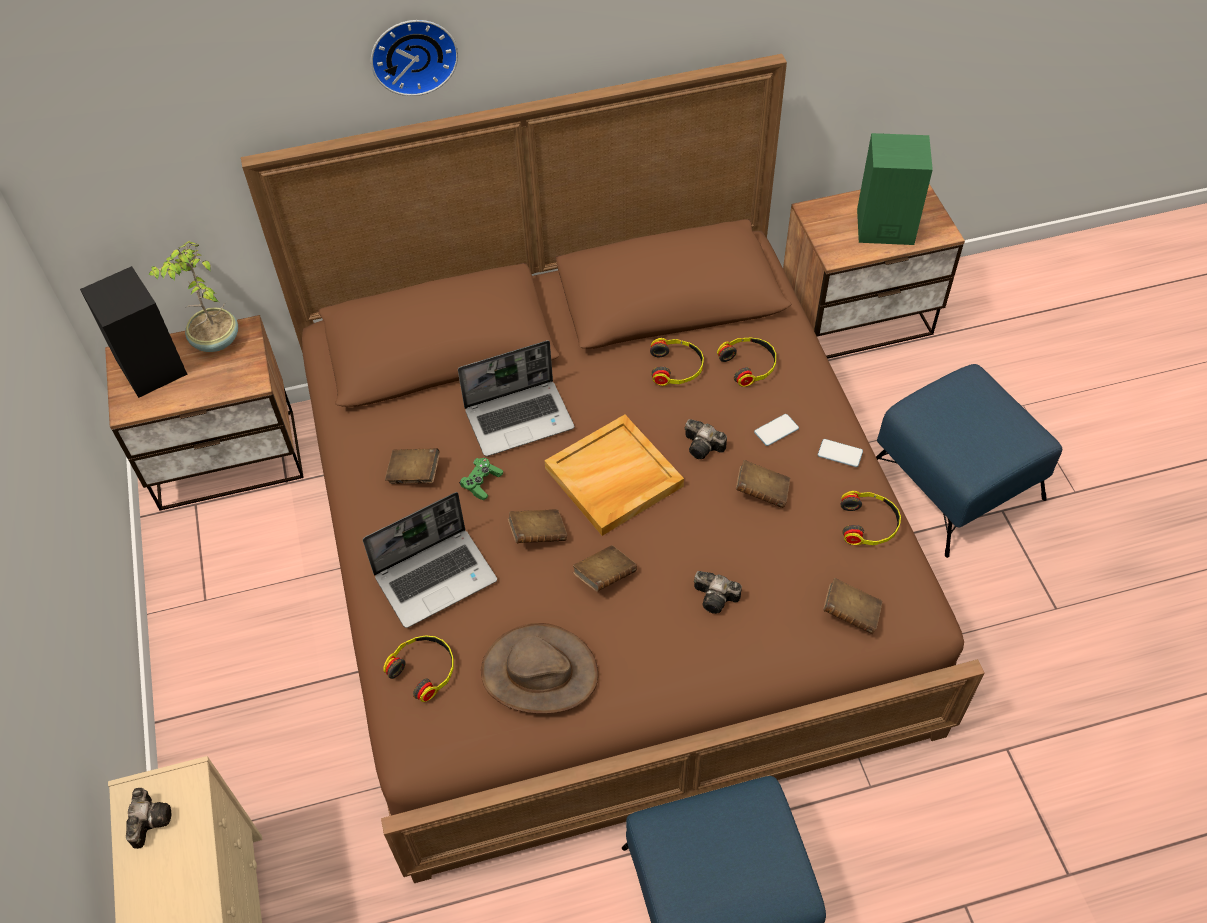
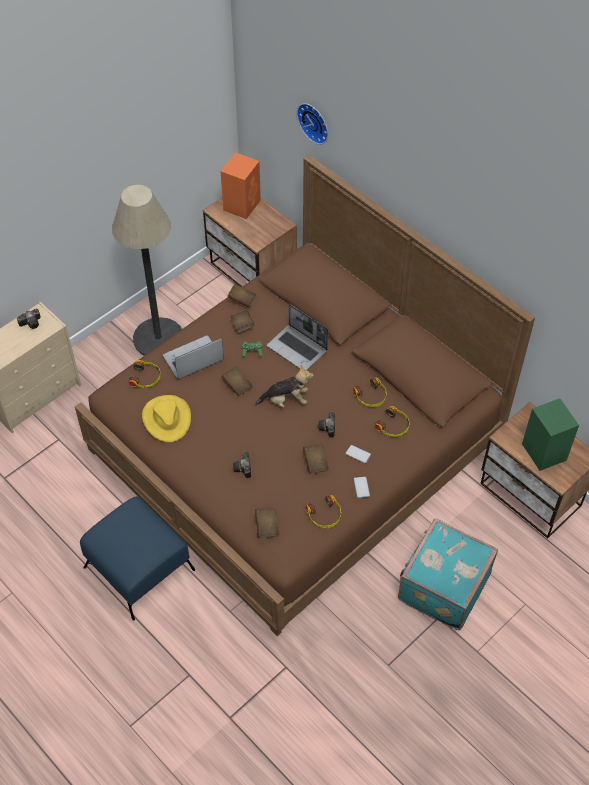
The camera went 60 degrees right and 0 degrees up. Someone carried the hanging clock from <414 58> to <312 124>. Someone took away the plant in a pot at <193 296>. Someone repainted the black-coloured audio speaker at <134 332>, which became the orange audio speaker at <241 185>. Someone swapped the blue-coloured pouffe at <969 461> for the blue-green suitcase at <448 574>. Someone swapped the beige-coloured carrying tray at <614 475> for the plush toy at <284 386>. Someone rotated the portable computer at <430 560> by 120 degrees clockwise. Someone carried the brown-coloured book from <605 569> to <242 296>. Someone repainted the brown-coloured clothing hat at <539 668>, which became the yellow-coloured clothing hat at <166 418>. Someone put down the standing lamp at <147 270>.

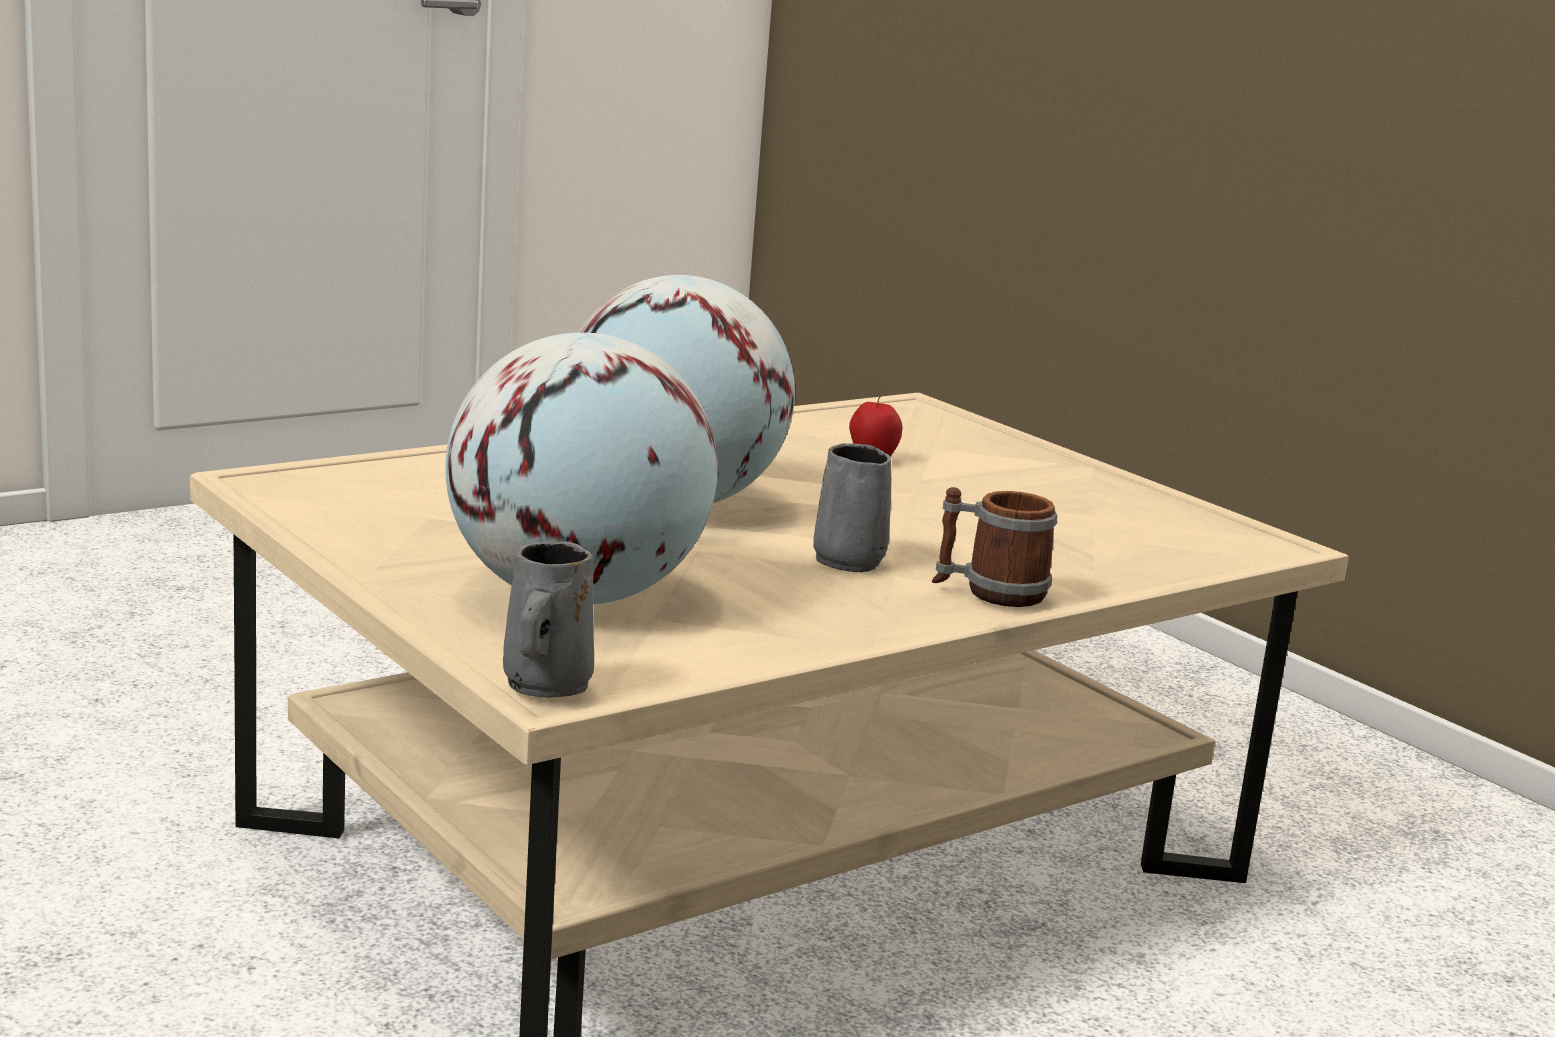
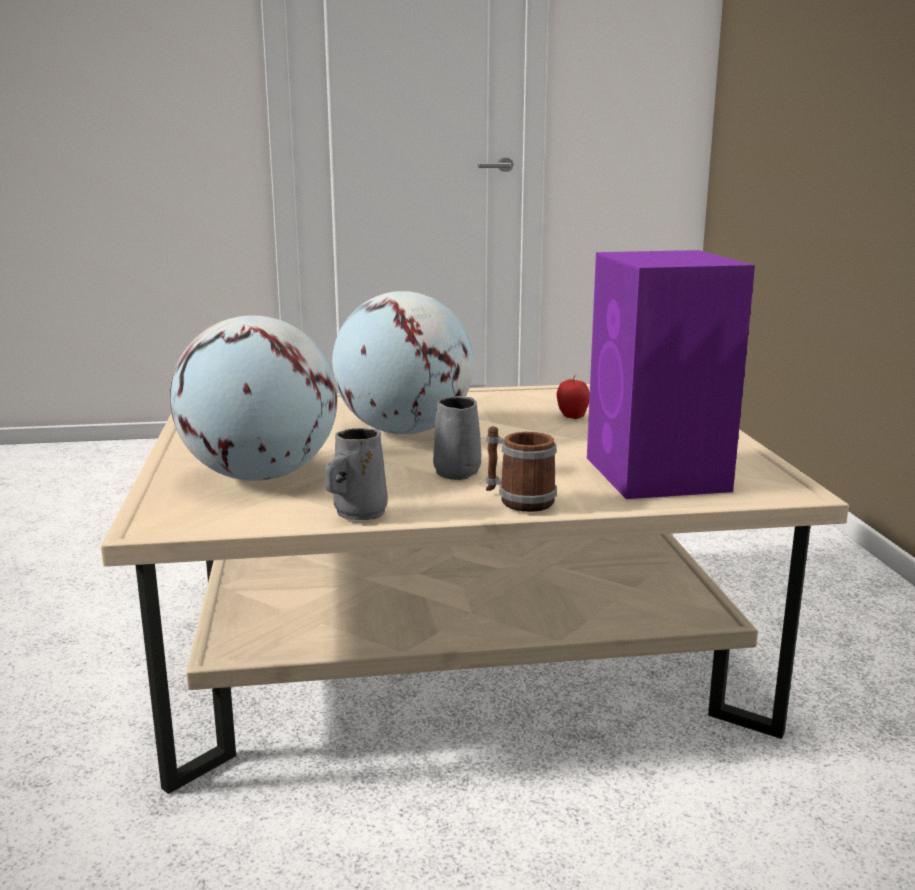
The camera went 30 degrees right and 0 degrees up. Someone carried the grey mug from <548 620> to <356 474>. Someone put down the purplish audio speaker at <671 374>.

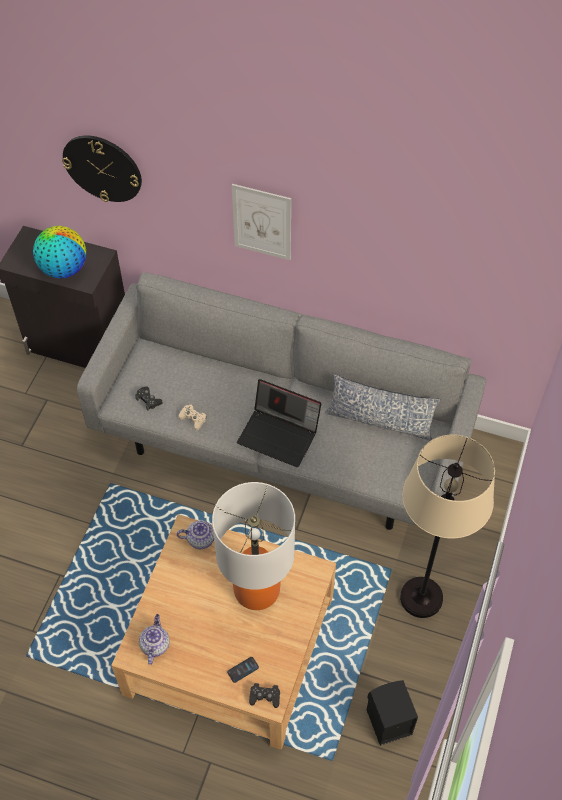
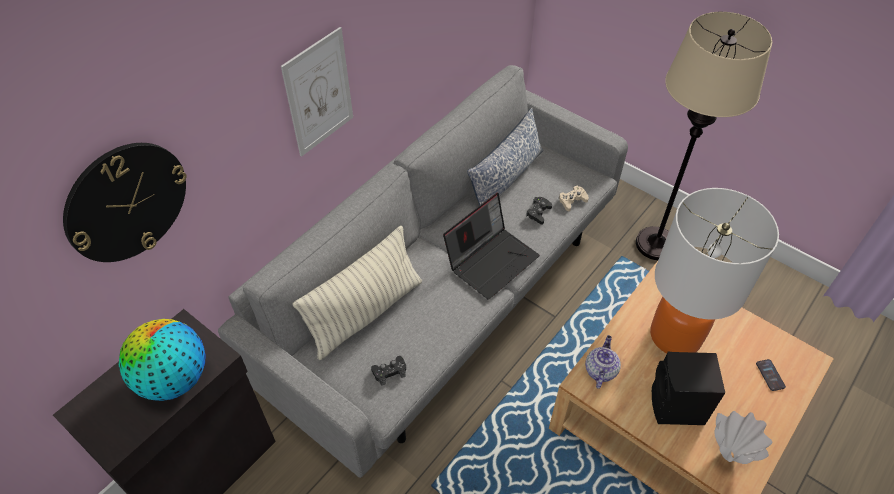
The camera went 70 degrees left and 5 degrees down. Someone carried the beige-coloured gamepad from <193 417> to <574 198>. Someone swapped the pot for tea at <154 639> for the white flower vase at <743 437>. Someone carried the black-coloured audio speaker from <392 713> to <688 388>. Someone carried the black-coloured gamepad from <264 695> to <539 210>. Someone put down the throw pillow at <357 293>.

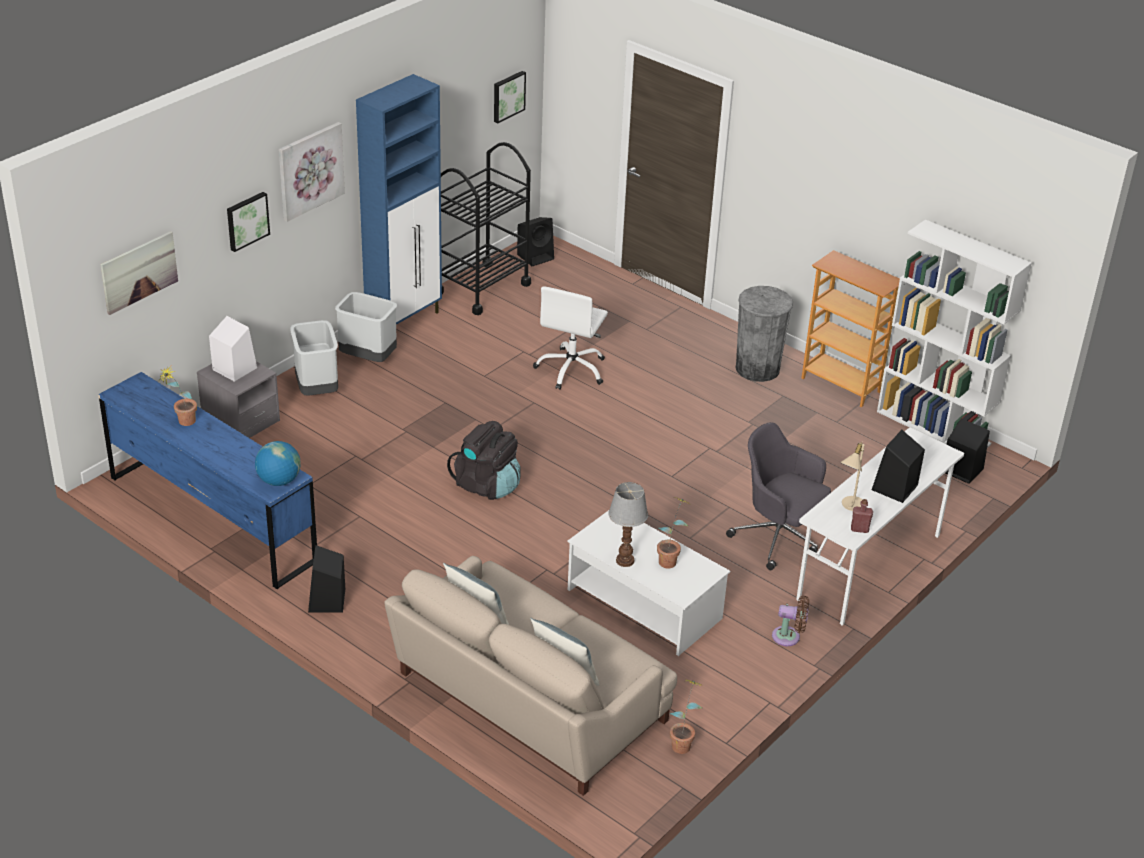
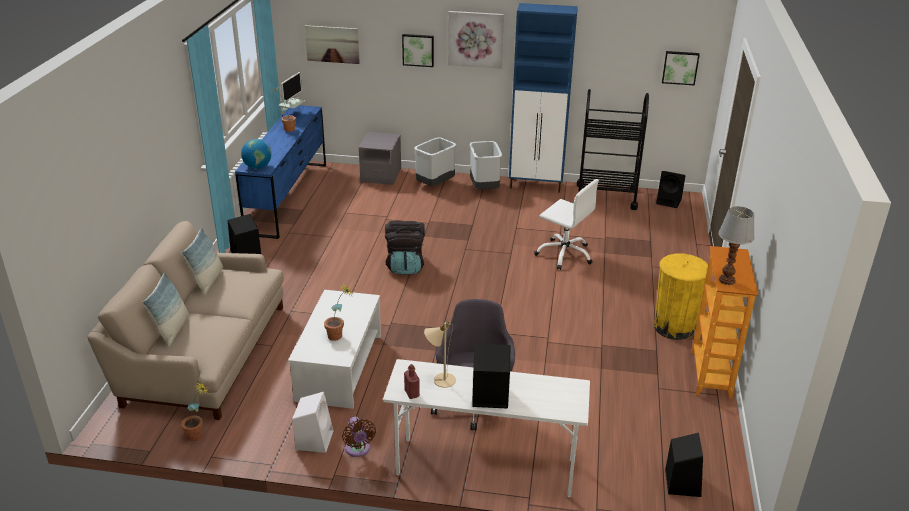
The camera went 60 degrees right and 5 degrees down. Someone took away the white shelving unit at <954 333>. Someone rotated the white office chair at <570 338> by 135 degrees counterclockwise. Someone repainted the grey rubbish bin at <764 334>, which became the yellow-coloured rubbish bin at <681 296>. Someone carried the white audio speaker from <233 349> to <312 422>. Someone carried the table lamp from <628 524> to <736 245>. Someone put down the computer display at <291 91>.

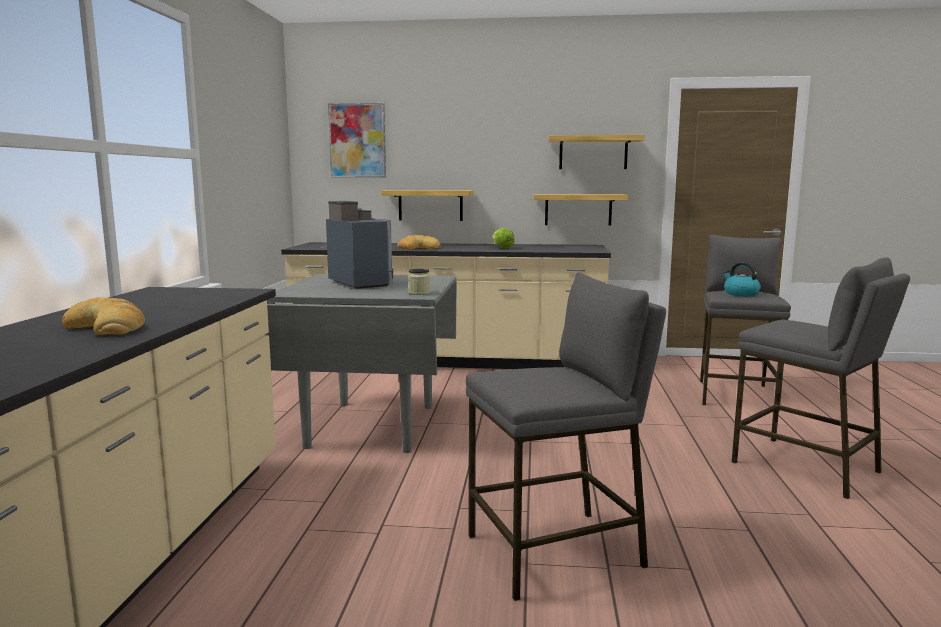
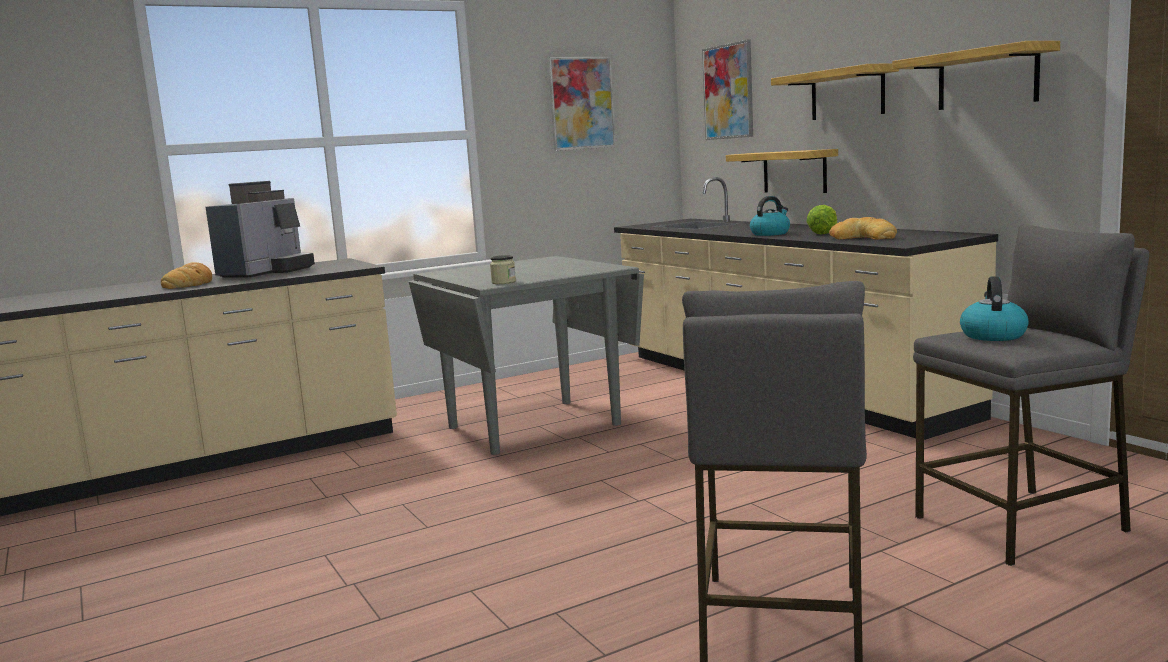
The camera went 55 degrees right and 0 degrees up. Someone carried the shelf from <581 210> to <835 91>. Someone carried the coffee brewer from <359 245> to <260 229>. Someone carried the baked bread from <419 242> to <863 228>. Someone took away the grey sitting stool at <566 436>. Someone put up the wall art at <582 104>. Someone put down the kettle at <770 216>.

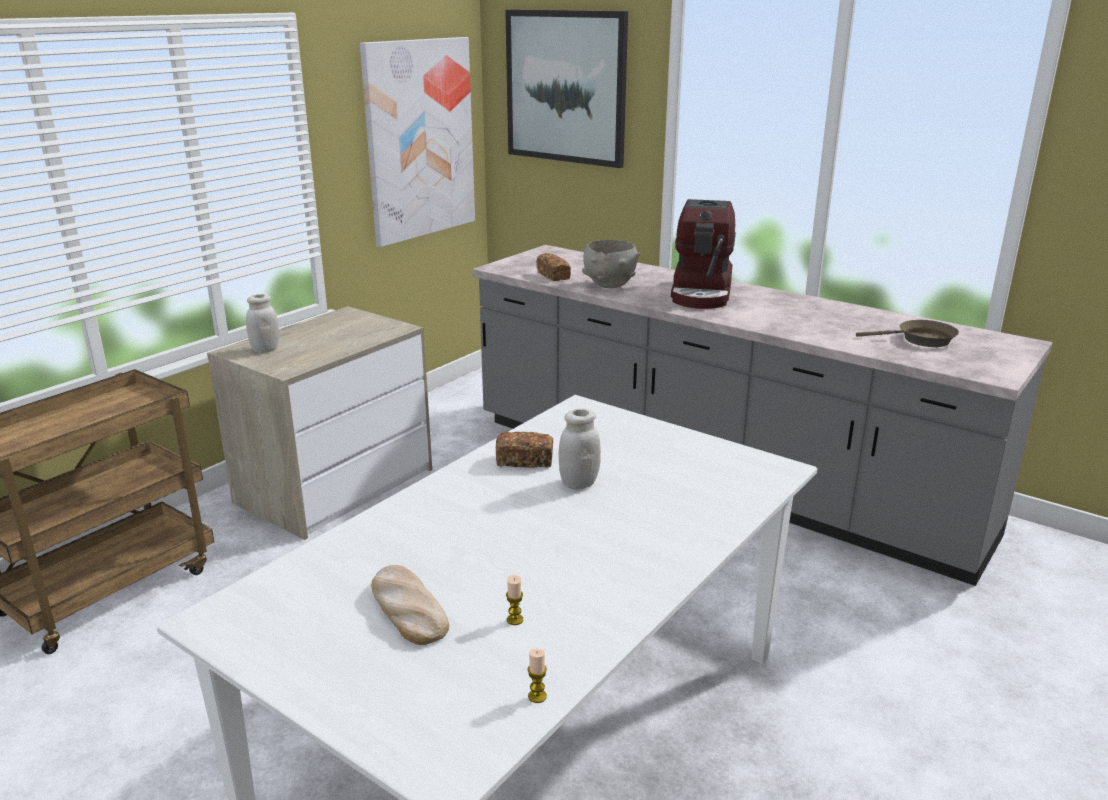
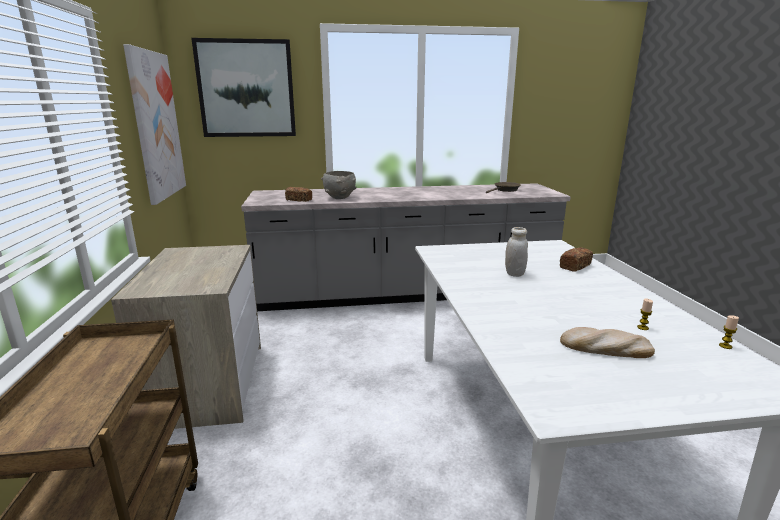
The camera went 45 degrees left and 5 degrees down. Someone took away the coffee brewer at <703 254>. Someone took away the white storage jar at <262 323>. Someone carried the baked bread from <524 450> to <576 259>.

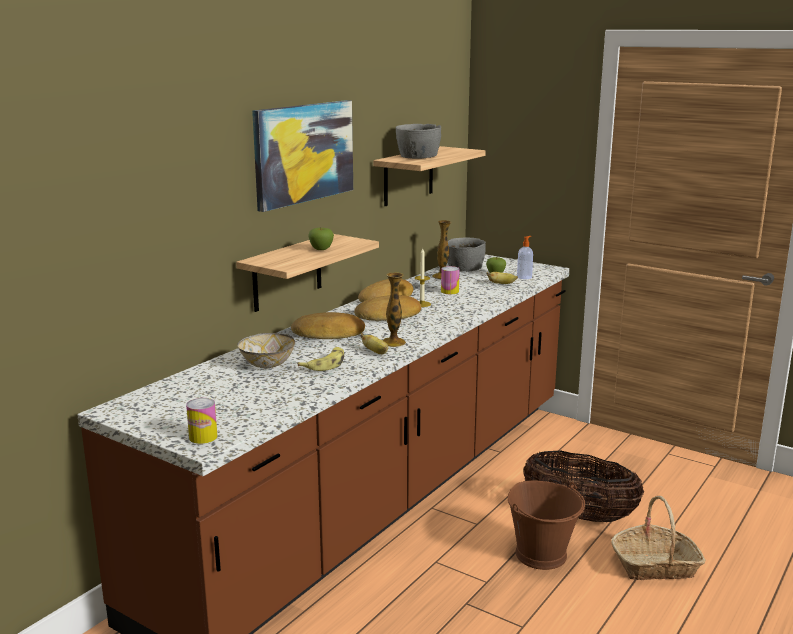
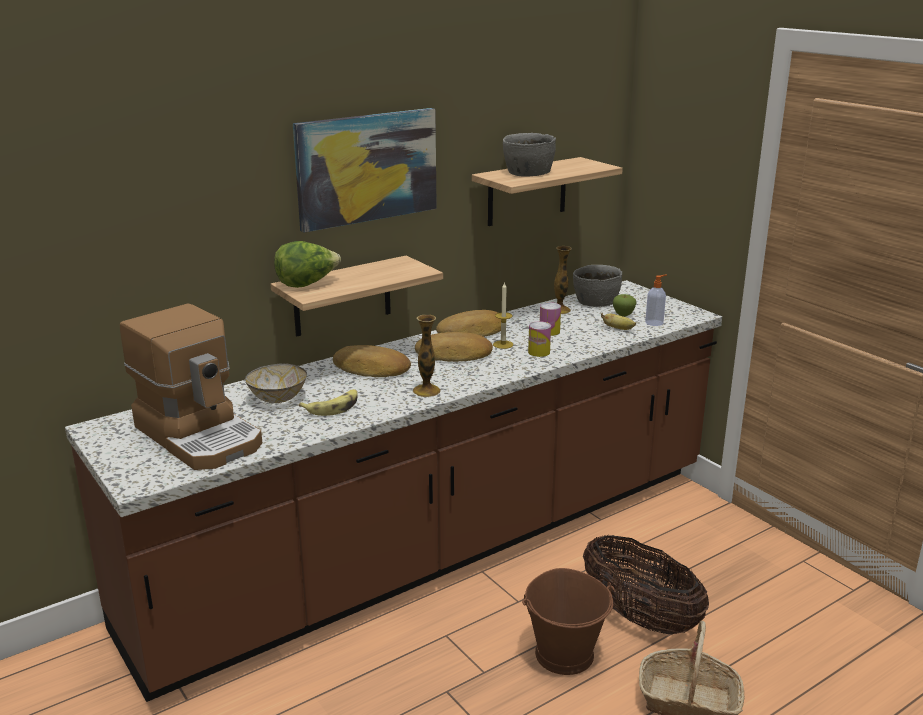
The camera went 20 degrees right and 5 degrees up. Someone took away the apple fruit at <321 238>. Someone took away the whole banana at <374 343>. Someone carried the can from <201 421> to <539 339>. Someone put down the lettuce head at <307 264>. Someone put down the coffee brewer at <191 387>.

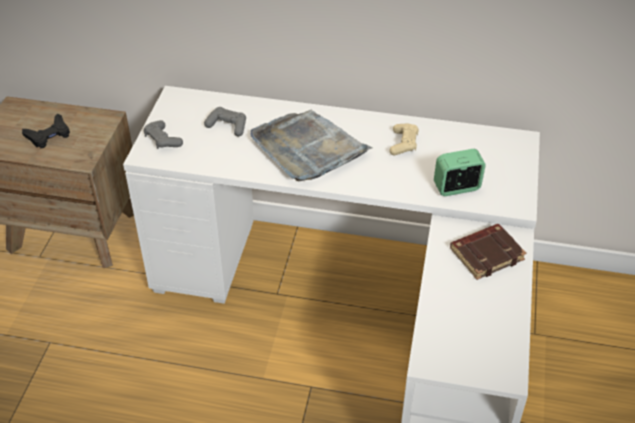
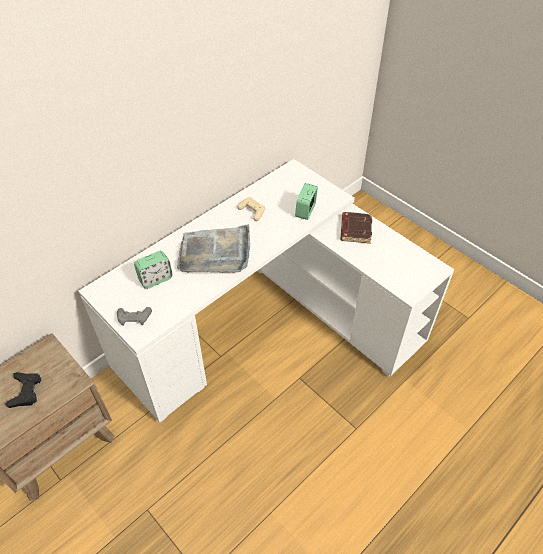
The camera went 55 degrees left and 5 degrees up. Someone swapped the grey gamepad at <225 121> for the alarm clock at <153 270>.

